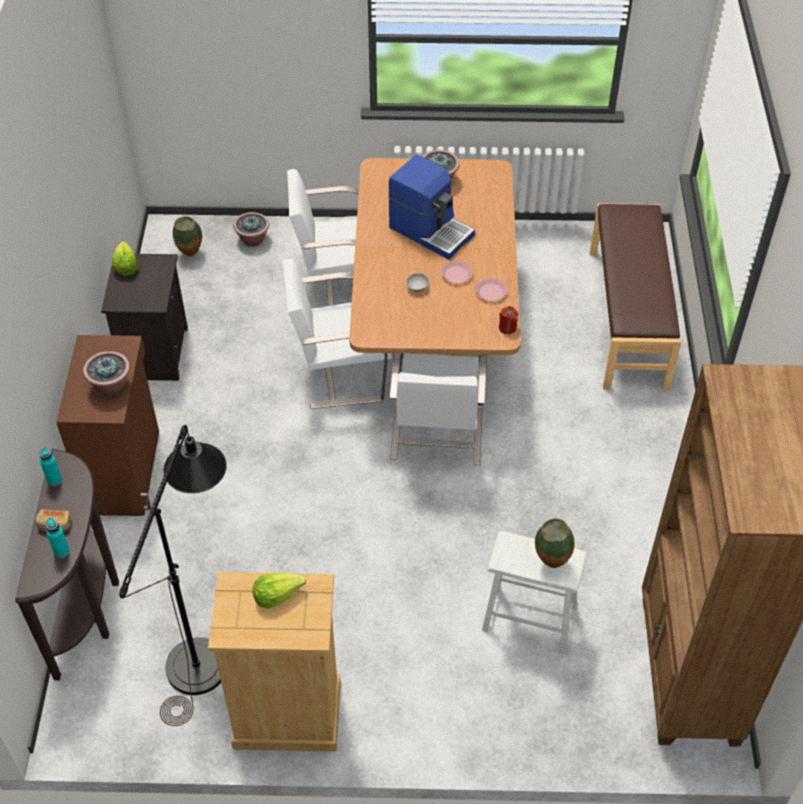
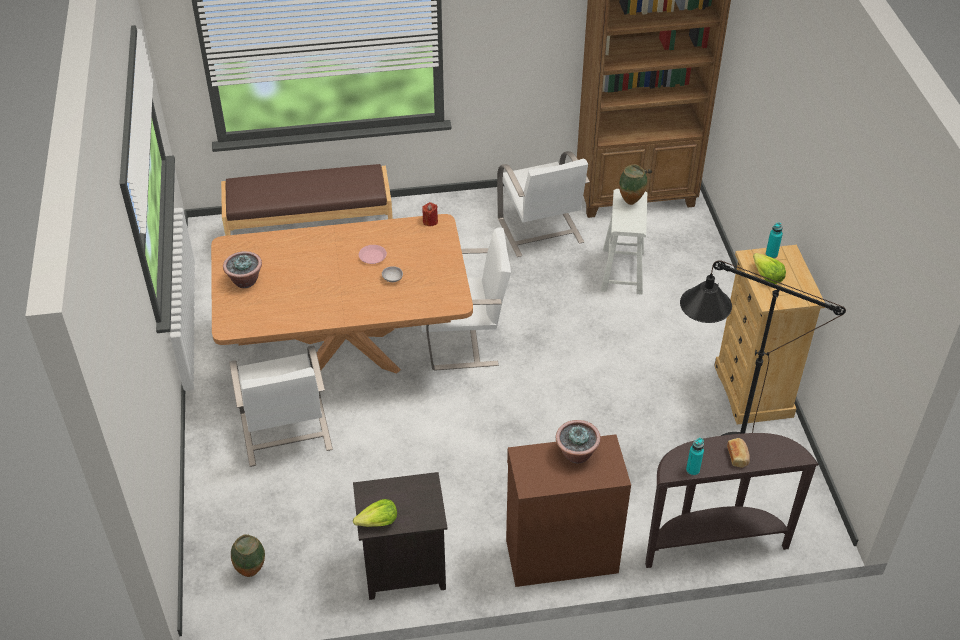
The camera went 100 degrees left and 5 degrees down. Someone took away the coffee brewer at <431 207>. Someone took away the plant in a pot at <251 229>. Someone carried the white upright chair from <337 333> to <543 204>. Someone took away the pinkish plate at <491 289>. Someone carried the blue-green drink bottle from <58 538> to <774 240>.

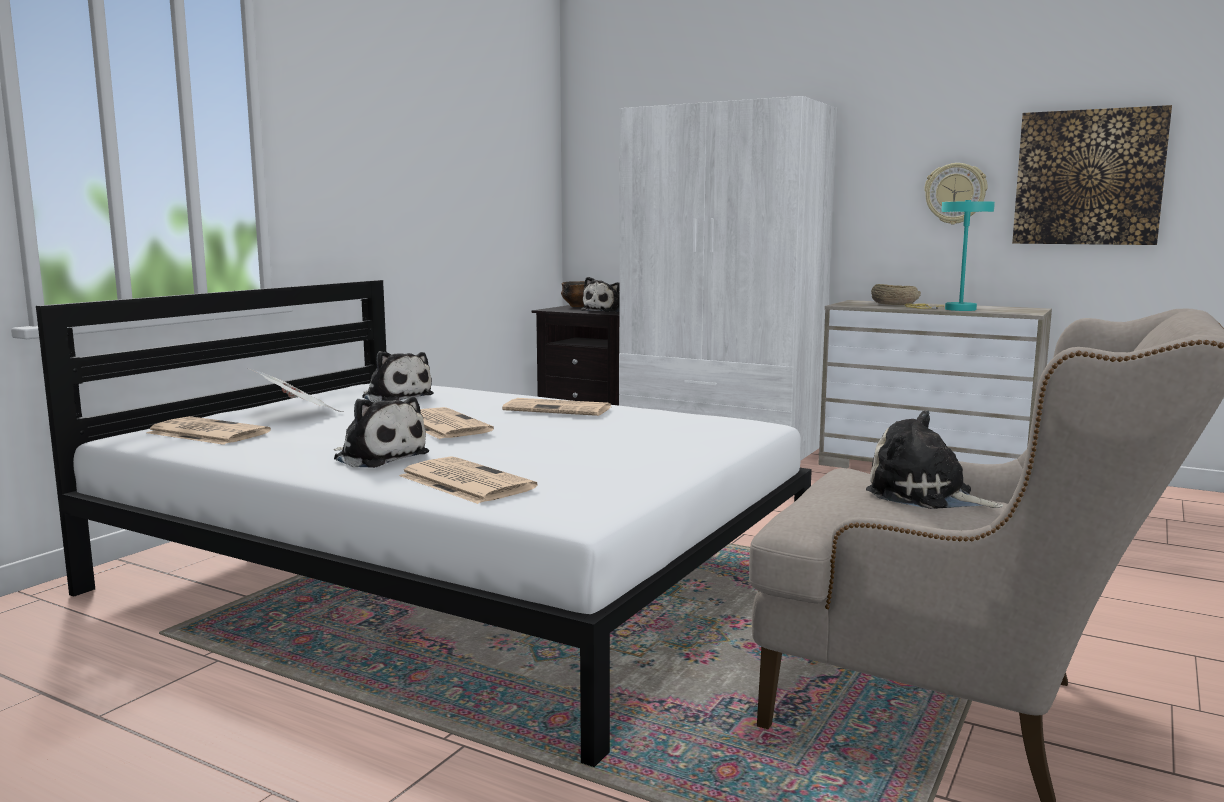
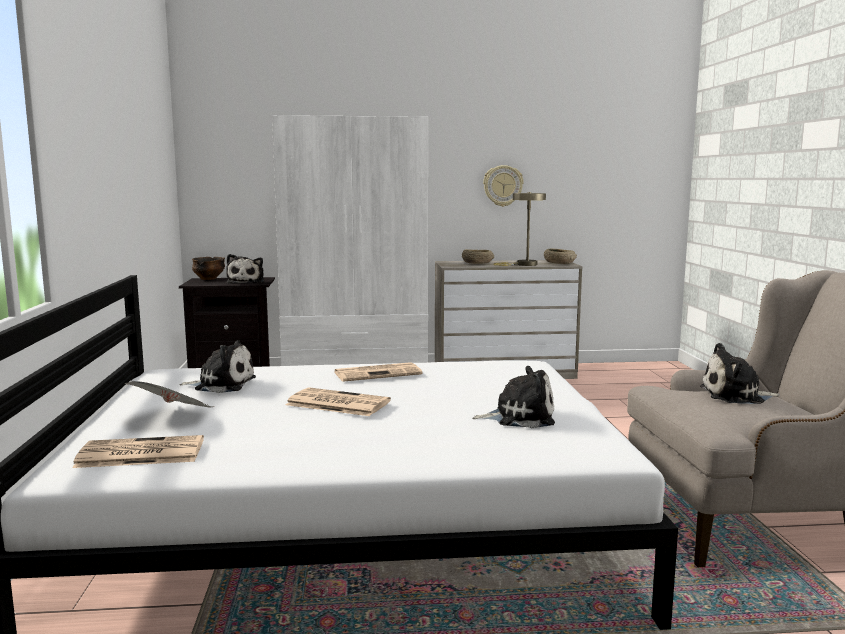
The camera went 35 degrees left and 0 degrees up. Someone took away the wall art at <1092 175>. Someone repainted the blue-green table lamp at <950 255>, which became the beige-coloured table lamp at <520 229>. Someone carried the plush toy from <381 432> to <513 397>. Someone took away the printed paper at <468 480>. Someone put down the beige-coloured deep dish at <560 256>.

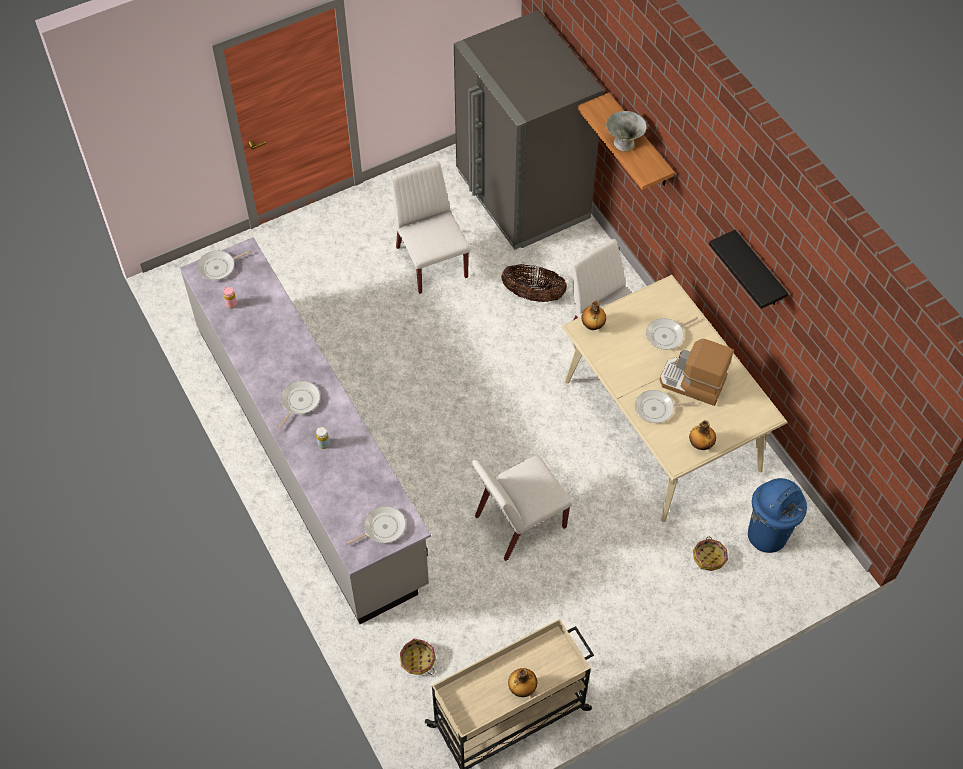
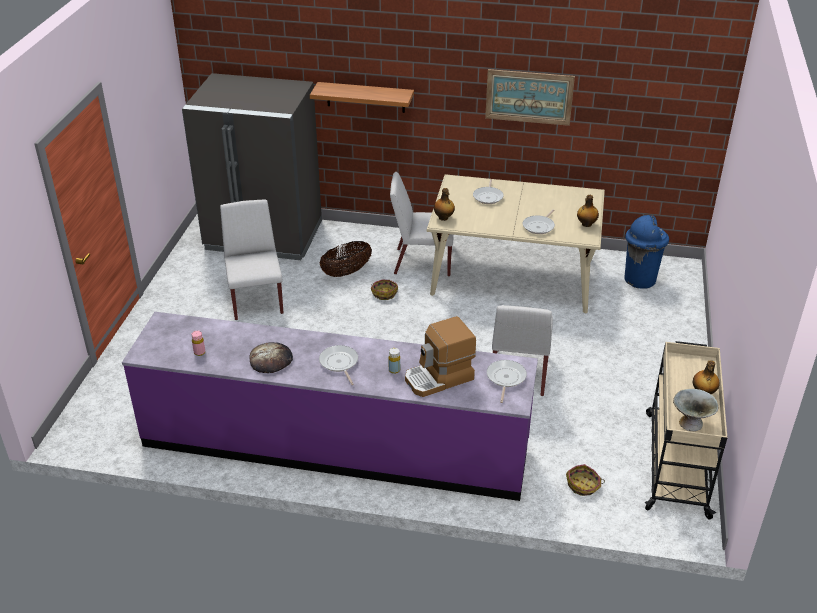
The camera went 50 degrees left and 20 degrees down. Someone carried the grey deep dish from <626 131> to <695 410>. Someone rotated the white upright chair at <430 227> by 60 degrees clockwise. Someone swapped the black-coloured shelf at <748 269> for the wall art at <530 97>. Someone repainted the grey kitchen base unit at <305 430>, which became the purplish kitchen base unit at <330 406>. Someone took away the frying pan at <224 265>. Someone carried the coffee brewer from <696 372> to <440 356>. Someone carried the basket from <710 554> to <384 290>. Someone put down the baked bread at <271 357>.

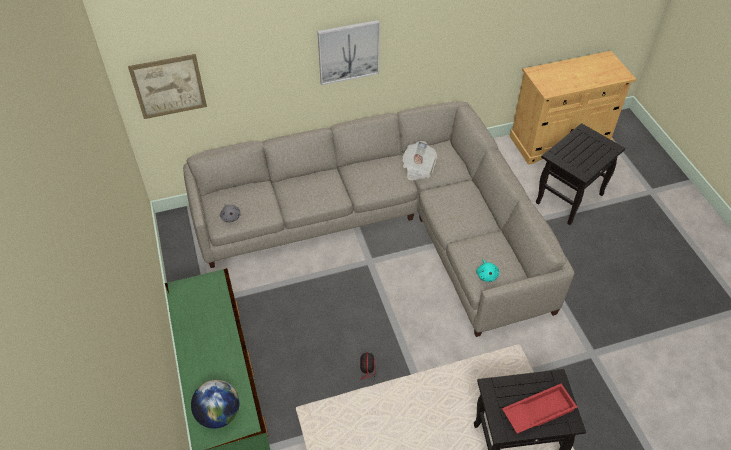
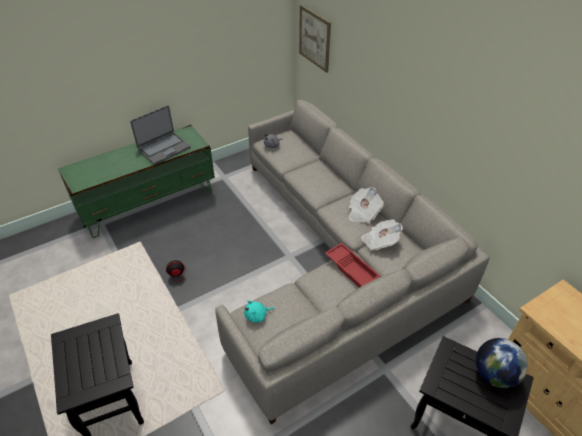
The camera went 75 degrees right and 5 degrees down. Someone took away the wall art at <348 52>. Someone carried the globe from <215 404> to <502 363>. Someone carried the red carrying tray from <539 408> to <352 265>. Someone put down the portable computer at <160 135>. Someone put down the printed paper at <366 205>.

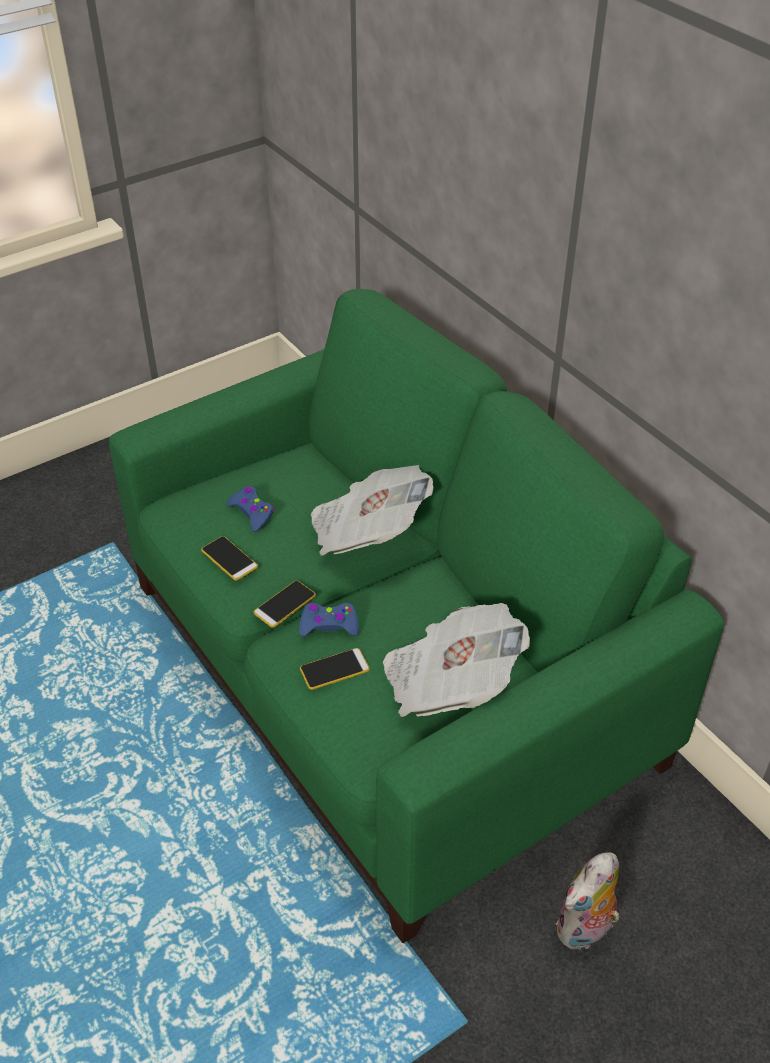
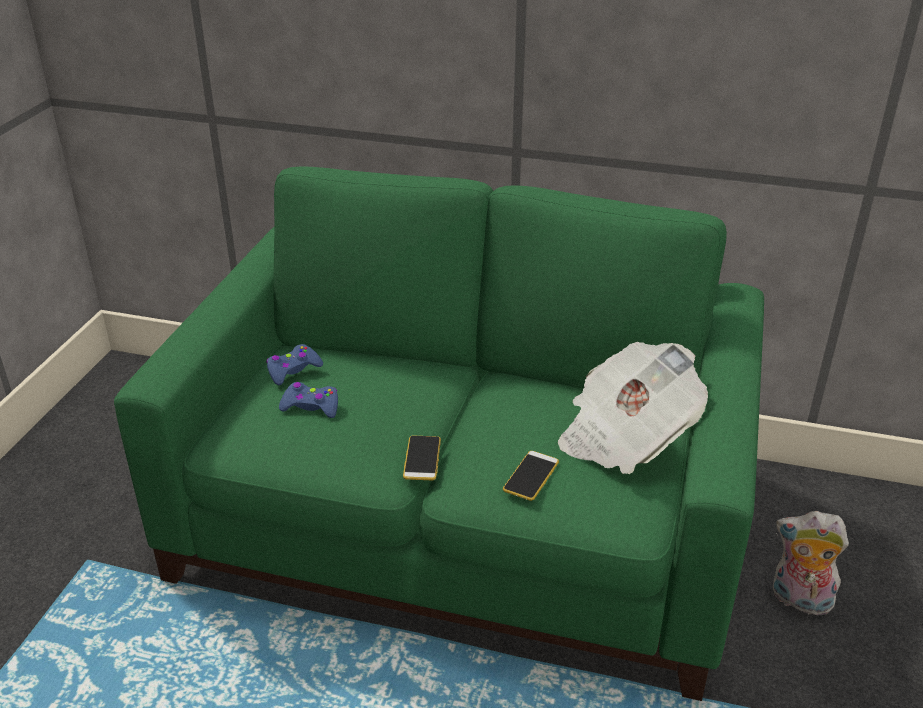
The camera went 40 degrees left and 10 degrees down. Someone took away the printed paper at <372 510>. Someone took away the phone at <229 558>. Someone carried the blue-coloured gamepad from <329 620> to <295 364>. Someone rotated the plush toy at <587 901> by 105 degrees clockwise.

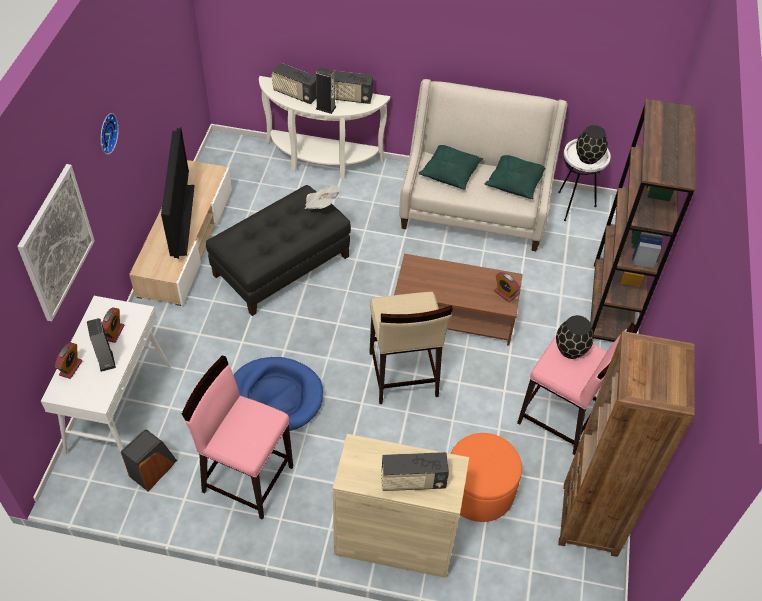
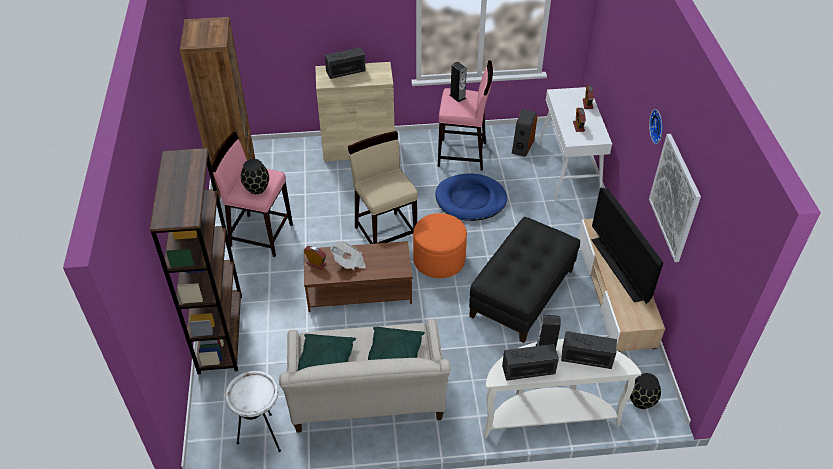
The camera went 165 degrees right and 5 degrees down. Someone carried the black-coloured flower vase from <592 144> to <645 391>. Someone carried the wall art from <56 242> to <675 198>. Someone carried the printed paper from <322 197> to <348 256>. Someone carried the audio speaker from <101 345> to <458 82>. Someone carried the orange pouffe from <486 477> to <440 245>.

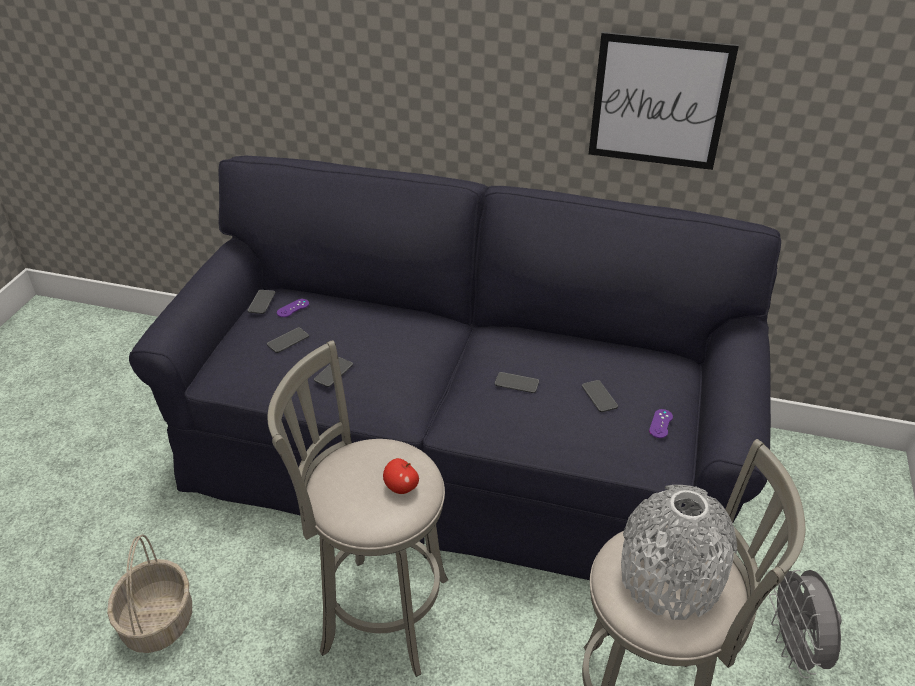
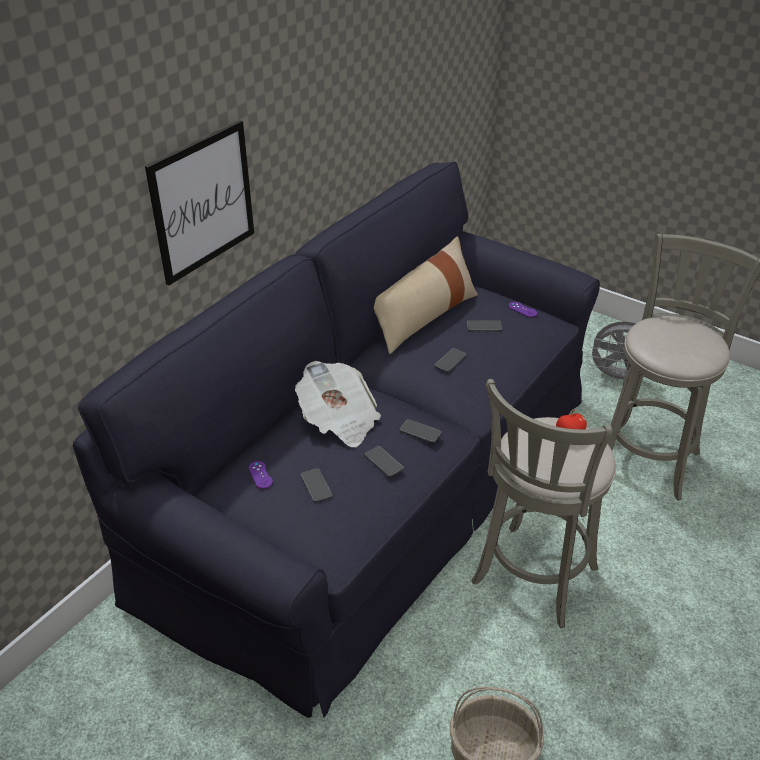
The camera went 70 degrees left and 0 degrees up. Someone carried the wall art from <664 101> to <199 203>. Someone carried the phone from <261 302> to <420 431>. Someone took away the grey flower vase at <679 552>. Someone put down the beige-coloured throw pillow at <426 295>. Someone put down the printed paper at <338 404>.

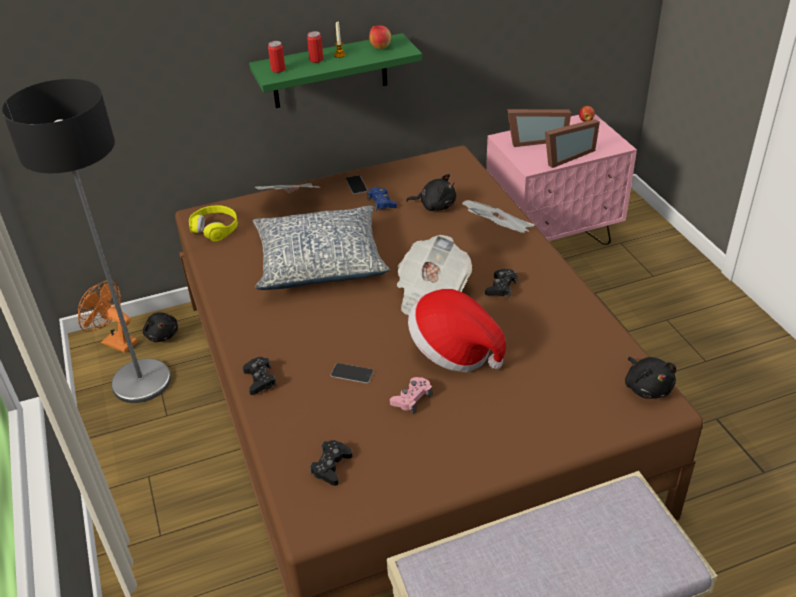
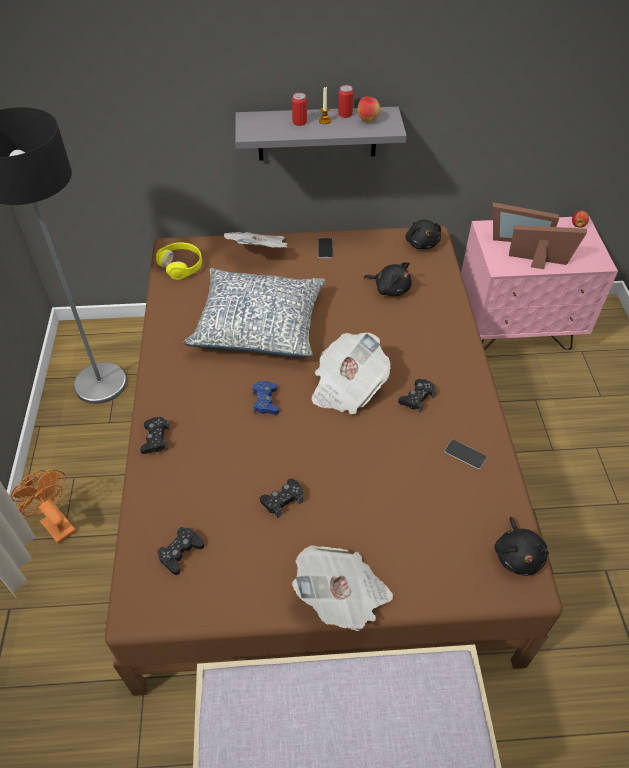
The camera went 15 degrees right and 10 degrees up. Someone repainted the green-coloured shelf at <335 70>, which became the grey shelf at <321 134>. Someone carried the can from <276 57> to <346 101>. Someone rotated the picture frame at <572 143> by 150 degrees counterclockwise. Someone carried the blue-coloured gamepad from <382 199> to <265 398>. Someone carried the printed paper from <498 216> to <342 588>. Someone carried the orange cooling fan from <108 316> to <43 507>. Someone took away the clothing hat at <457 330>. Someone carried the black-coloured plush toy from <160 327> to <423 234>. Someone carried the phone from <352 373> to <465 454>. Someone repainted the pinkish gamepad at <411 395>, which became the black-coloured gamepad at <281 498>.

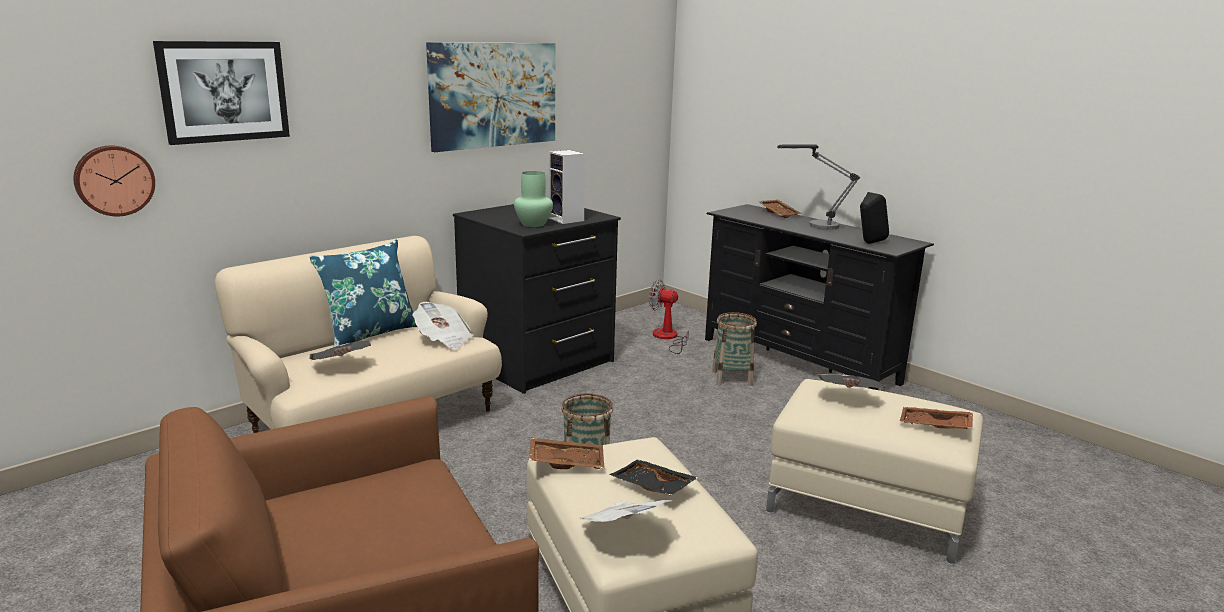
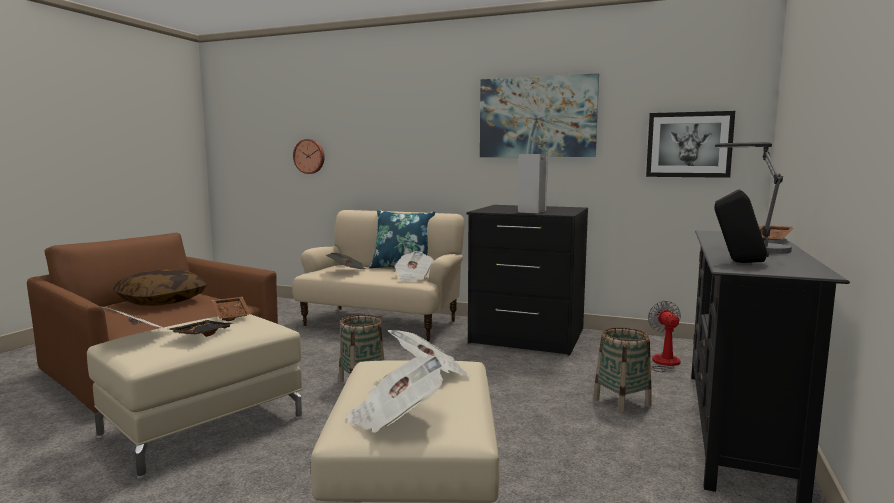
The camera went 65 degrees right and 10 degrees down. Someone carried the wall art from <221 93> to <690 144>. Someone took away the green-coloured flower vase at <533 199>. Someone swapped the brown-coloured carrying tray at <936 418> for the printed paper at <395 394>. Someone put down the throw pillow at <160 287>.

